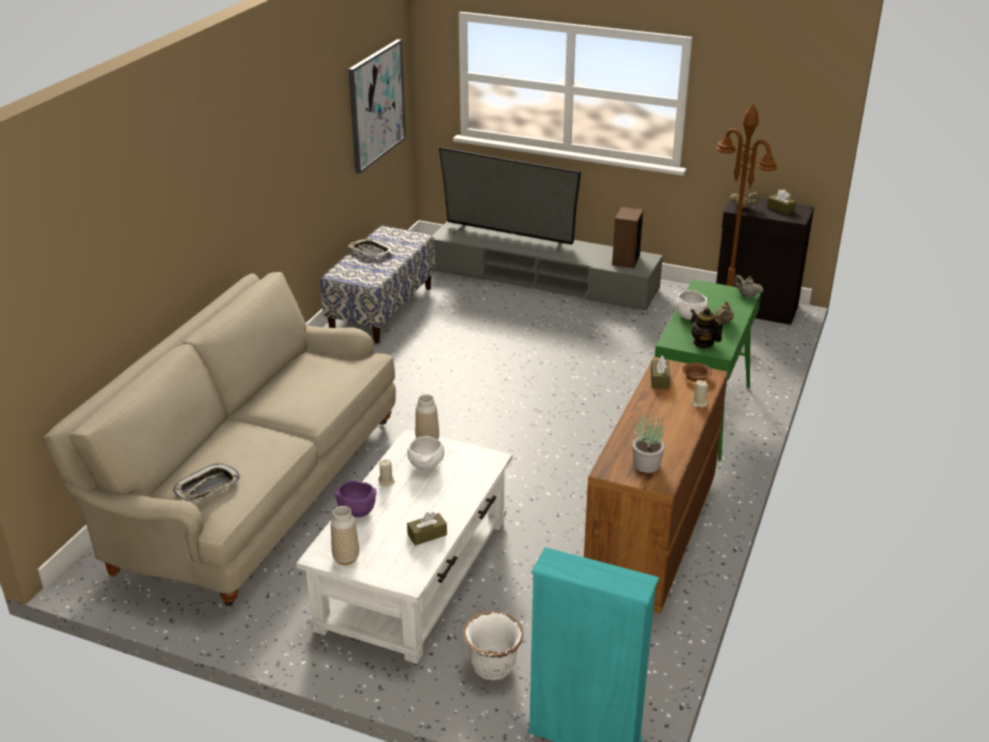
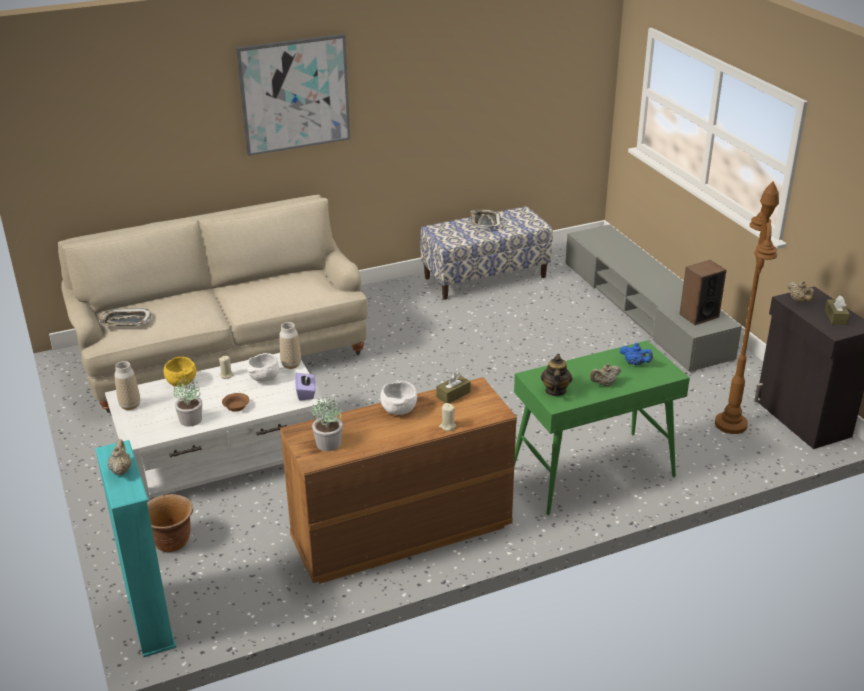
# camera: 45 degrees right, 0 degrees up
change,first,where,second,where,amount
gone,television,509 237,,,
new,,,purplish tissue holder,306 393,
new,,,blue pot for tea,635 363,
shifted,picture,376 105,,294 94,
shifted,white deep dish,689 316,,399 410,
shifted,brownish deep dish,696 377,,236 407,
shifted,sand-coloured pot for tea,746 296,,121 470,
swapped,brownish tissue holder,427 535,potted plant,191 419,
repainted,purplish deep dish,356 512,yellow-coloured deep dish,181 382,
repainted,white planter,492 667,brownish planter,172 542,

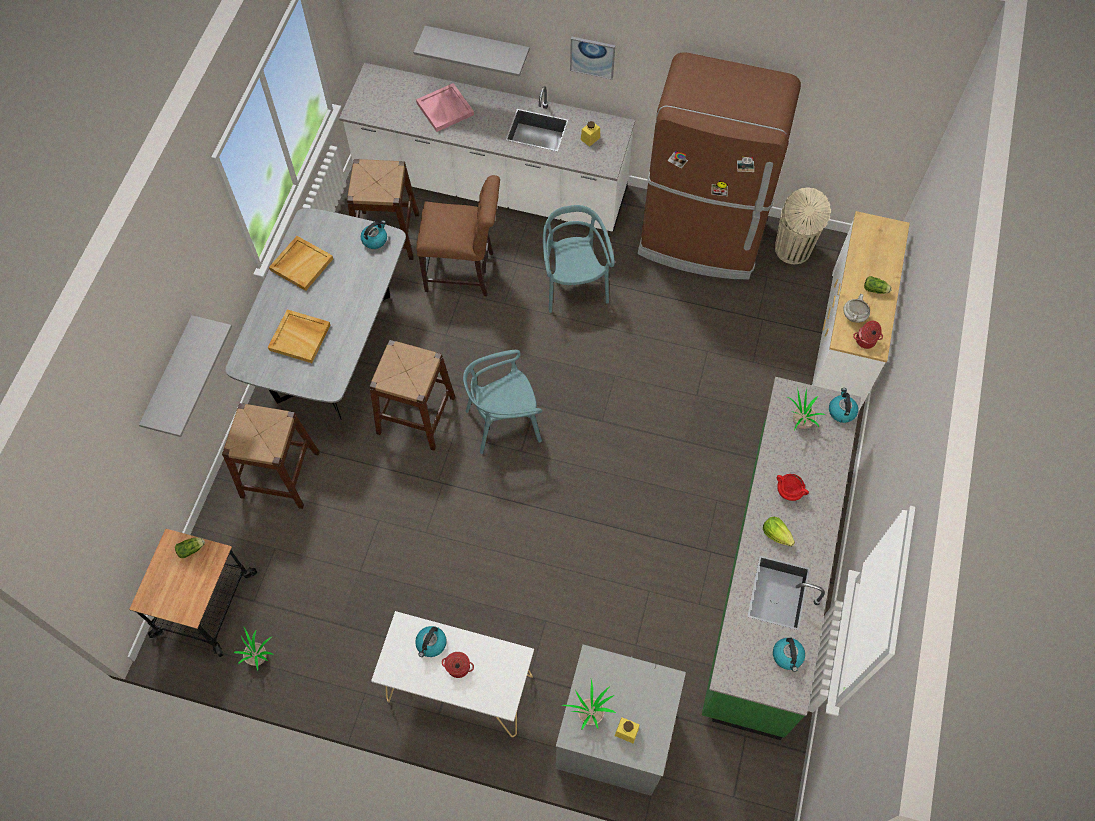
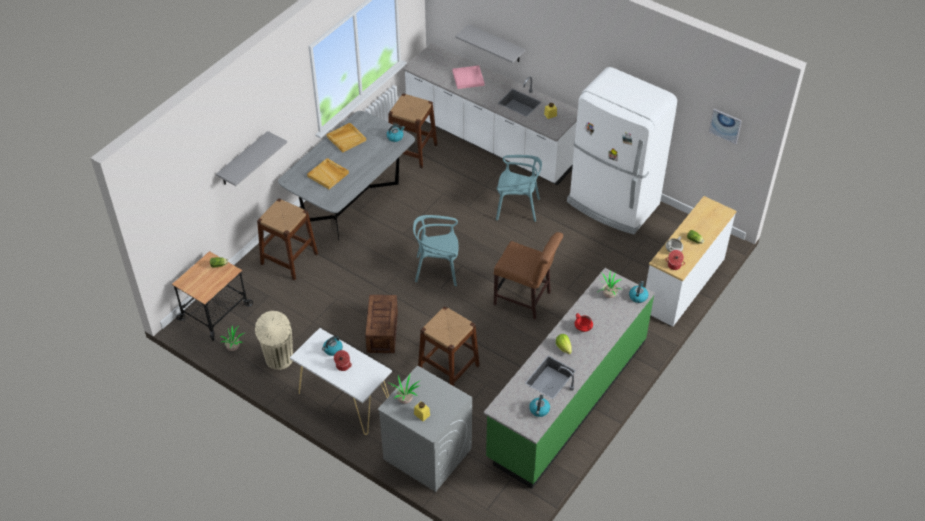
# camera: 20 degrees right, 15 degrees down
change,first,where,second,where,amount
new,,,crate,382 333,
shifted,brownish sitting stool,416 415,,448 369,
shifted,brownish plain chair,464 272,,525 299,
shifted,picture,592 57,,725 125,
shifted,sand-coloured trash can,793 250,,279 359,
repainted,brownish kitchen fridge,701 239,white kitchen fridge,613 204,
rotated,turquoise plain chair,573 284,,517 207,90 degrees clockwise

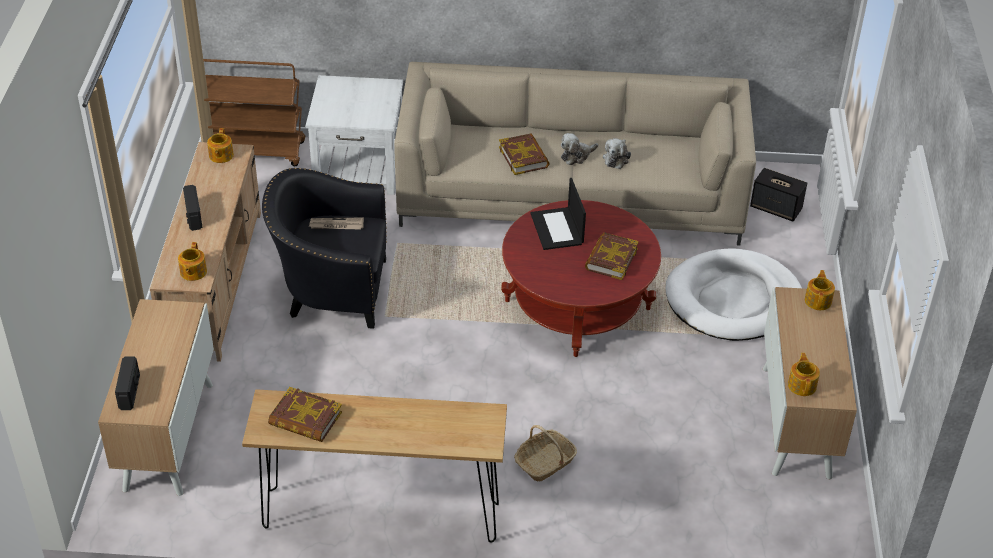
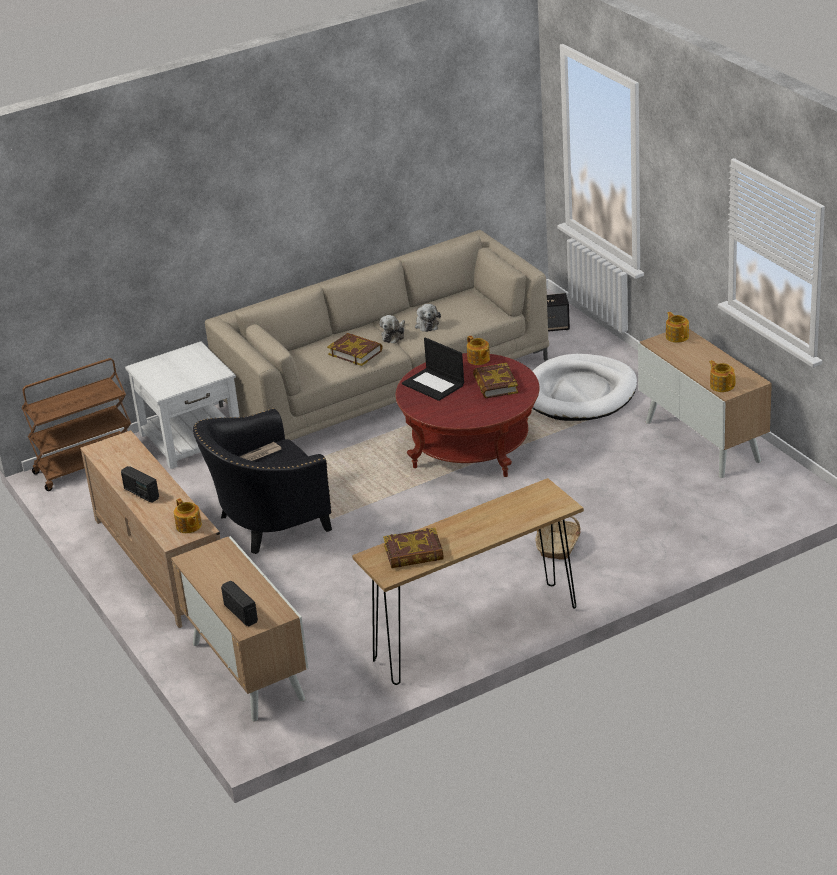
# camera: 30 degrees left, 10 degrees down
change,first,where,second,where,amount
shifted,pot for tea,220 156,,478 359,

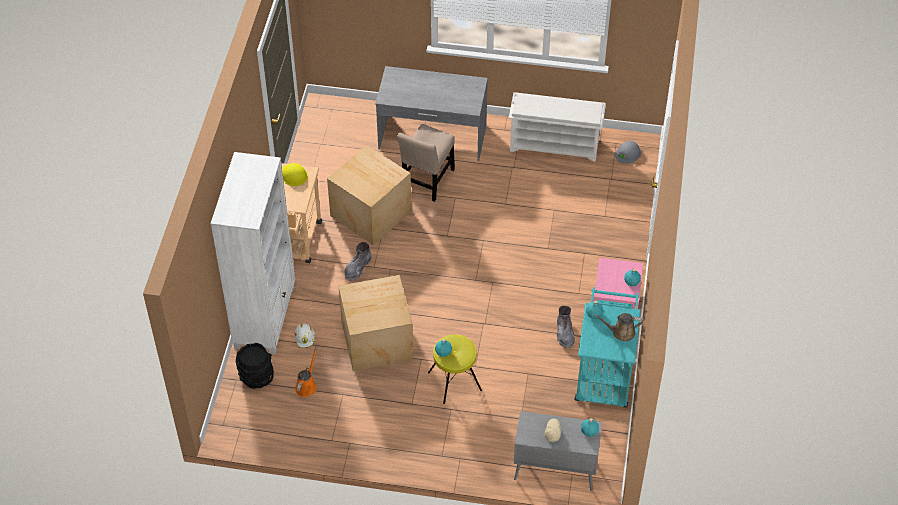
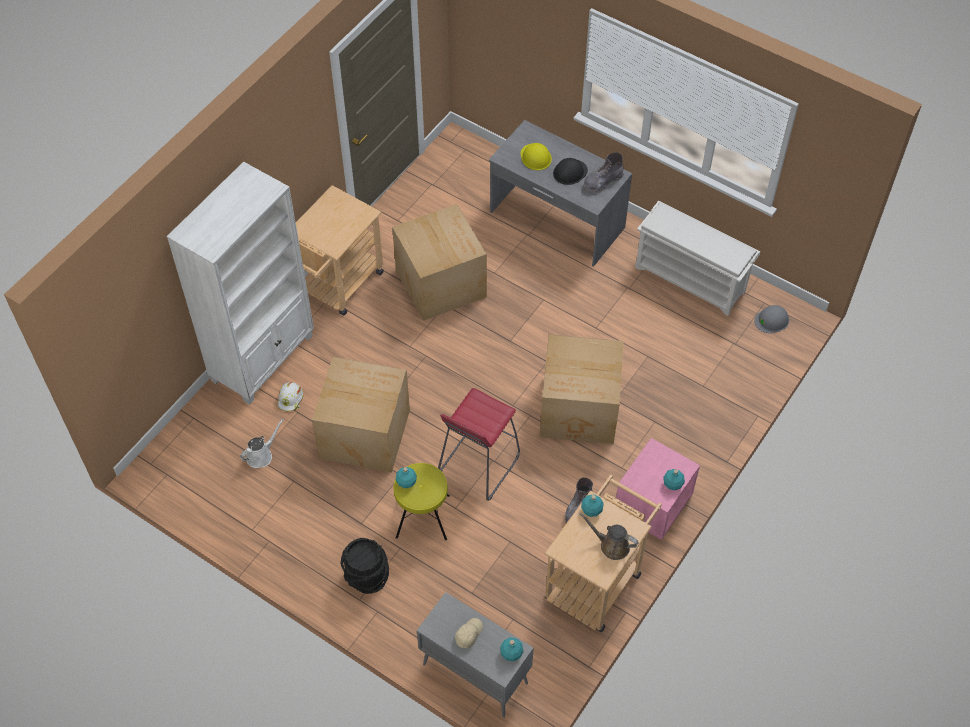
# camera: 25 degrees right, 5 degrees up
change,first,where,second,where,amount
gone,sand-coloured plain chair,427 181,,,
new,,,red sitting stool,478 464,
new,,,cardboard box,580 410,
new,,,black-coloured work helmet,570 172,
shifted,black-coloured bucket,256 377,,366 576,
shifted,yellow-coloured work helmet,293 175,,536 157,
shifted,grey high-top boot,357 268,,602 181,
repainted,orangey watering can,306 386,white watering can,261 455,
repainted,turquoise cart,604 374,sand-coloured cart,597 579,

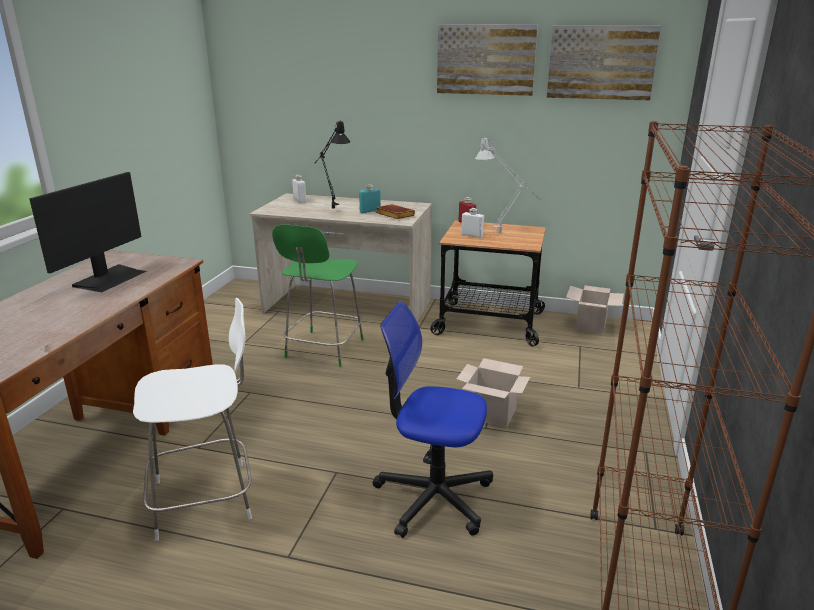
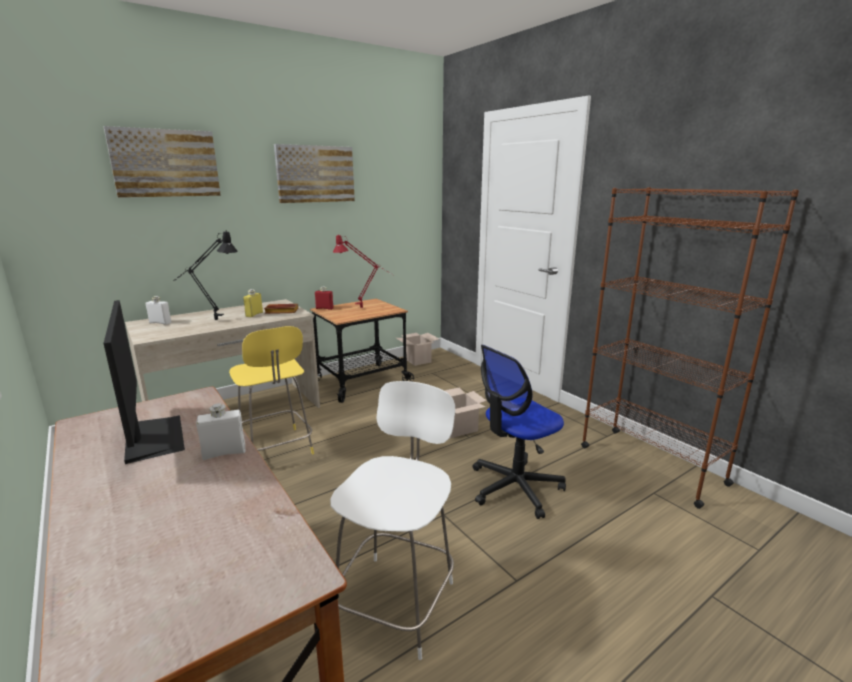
# camera: 50 degrees left, 5 degrees down
change,first,where,second,where,amount
shifted,white drink bottle,472 236,,224 453,
shifted,picture,601 62,,165 163,
repainted,greenish sitting stool,323 349,yellow-coloured sitting stool,276 450,
repainted,turquoise drink bottle,370 211,yellow-coloured drink bottle,254 314,
repainted,grey lamp for a table,504 235,red lamp for a table,365 308,

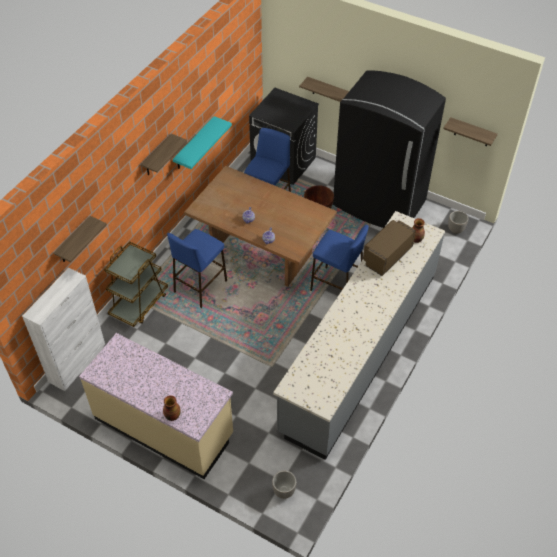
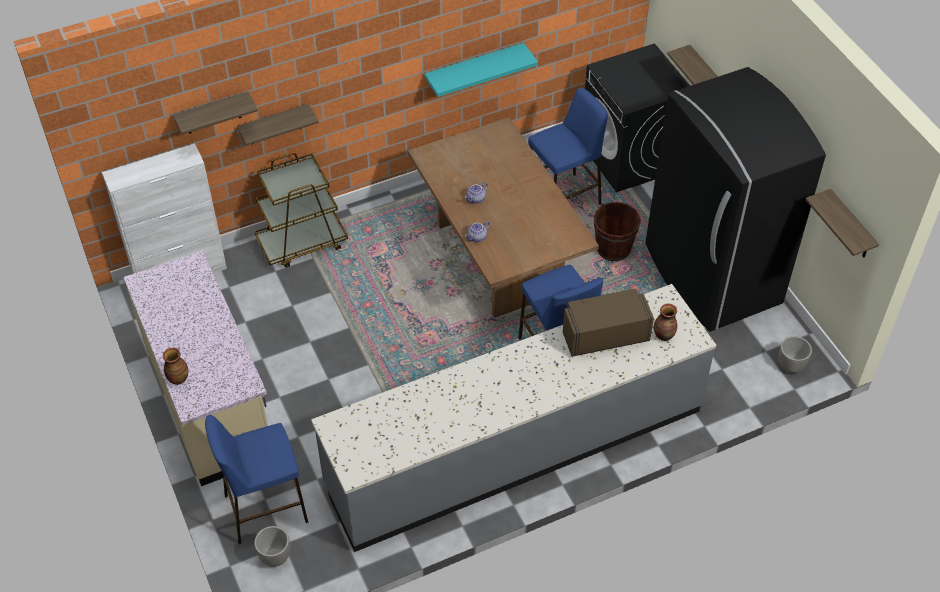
# camera: 35 degrees right, 0 degrees up
change,first,where,second,where,amount
shifted,wall shelf,157 156,,274 125,
shifted,blue sitting stool,200 287,,265 509,

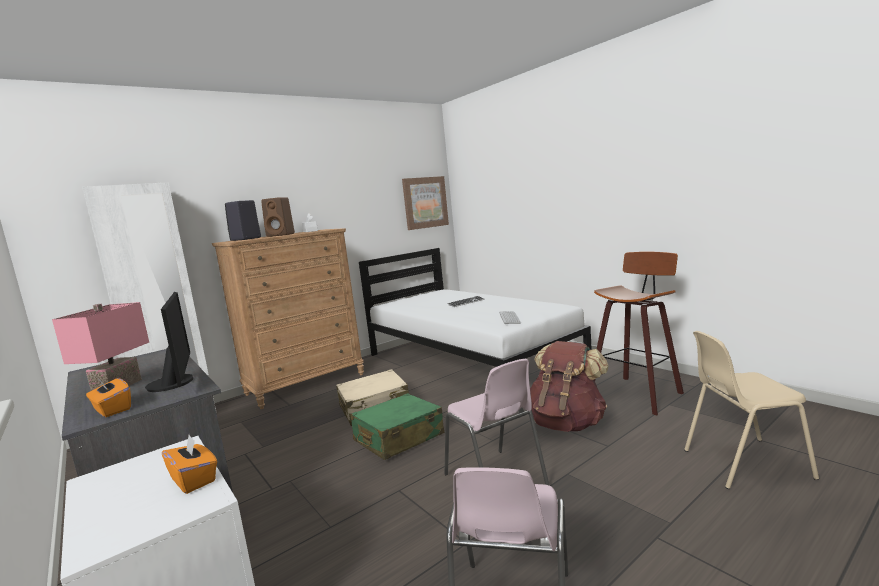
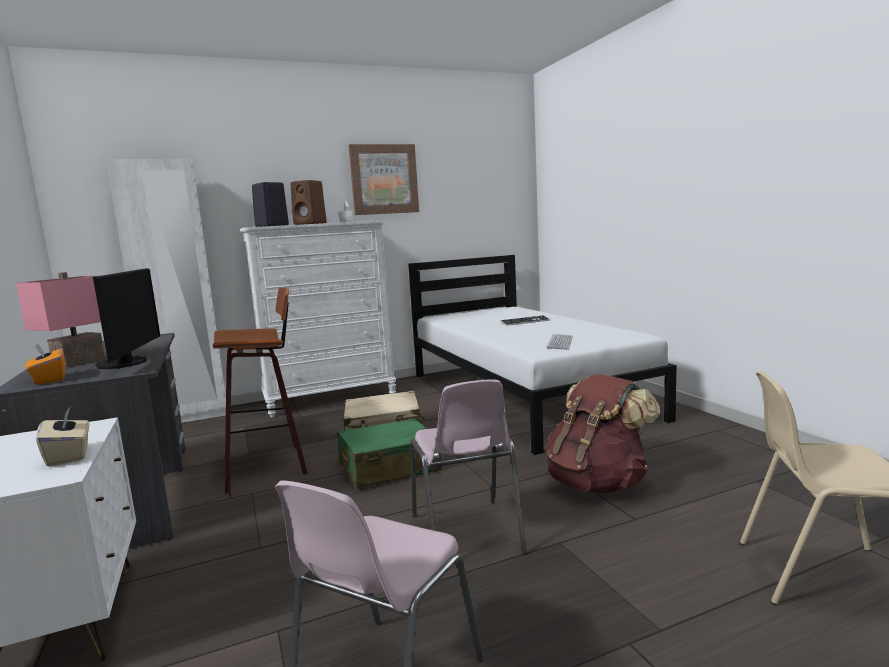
# camera: 15 degrees right, 0 degrees up
change,first,where,second,where,amount
shifted,picture,425 202,,384 179,
shifted,sitting stool,637 393,,268 465,
repainted,orangey tissue holder,194 479,sand-coloured tissue holder,69 455,
repainted,brownish chest of drawers,306 384,white chest of drawers,330 398,

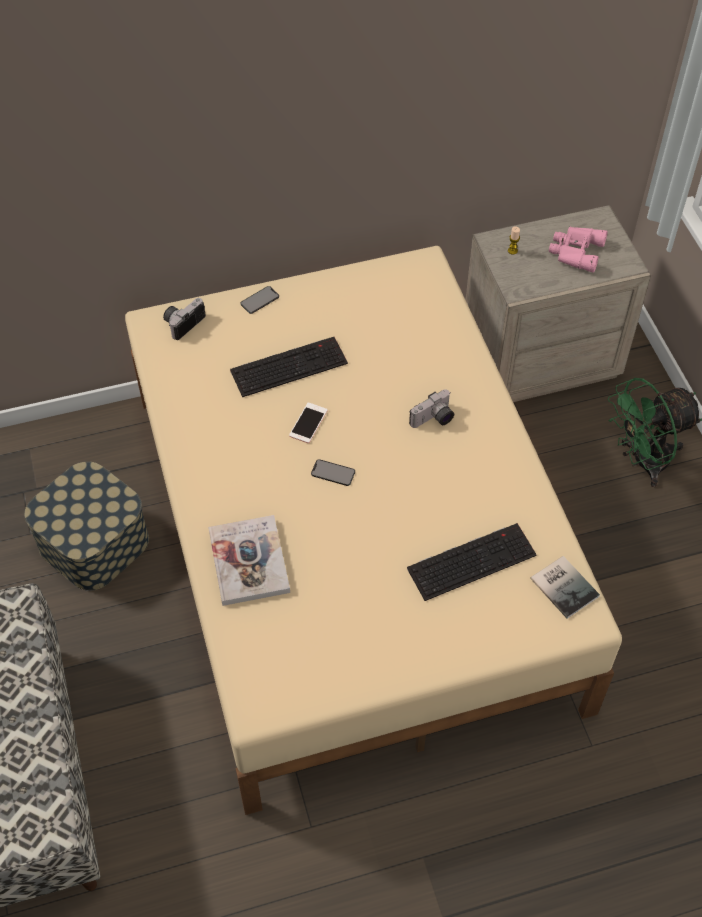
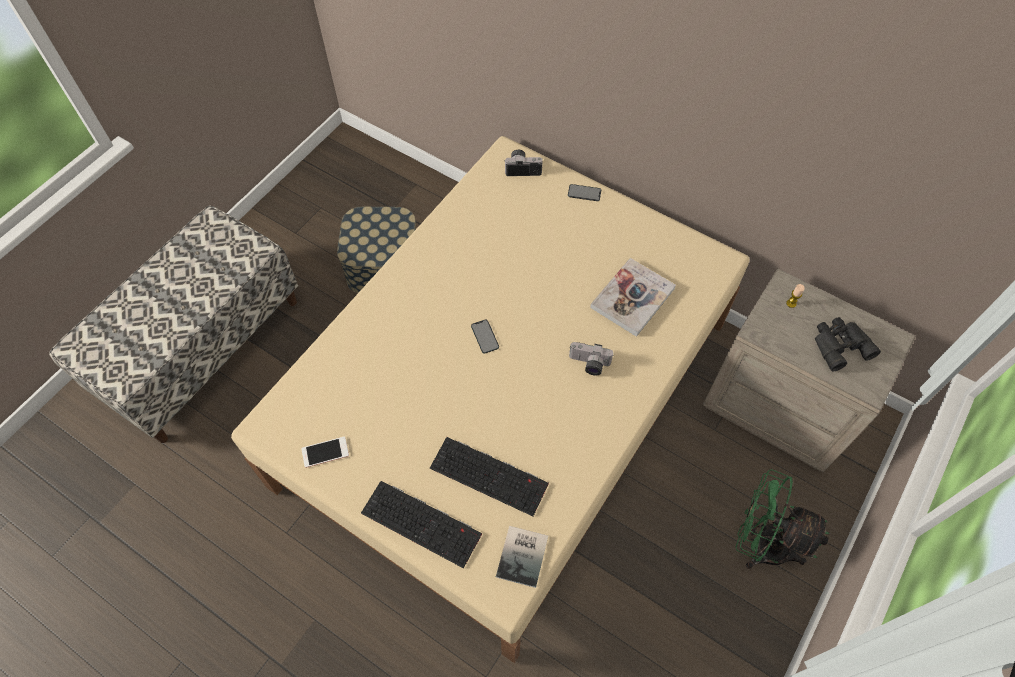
# camera: 50 degrees right, 5 degrees up
change,first,where,second,where,amount
shifted,volume,249 561,,632 298,
shifted,computer keyboard,289 365,,423 522,
shifted,phone,308 423,,325 452,
repainted,pink-coloured binoculars,575 251,black-coloured binoculars,839 344,

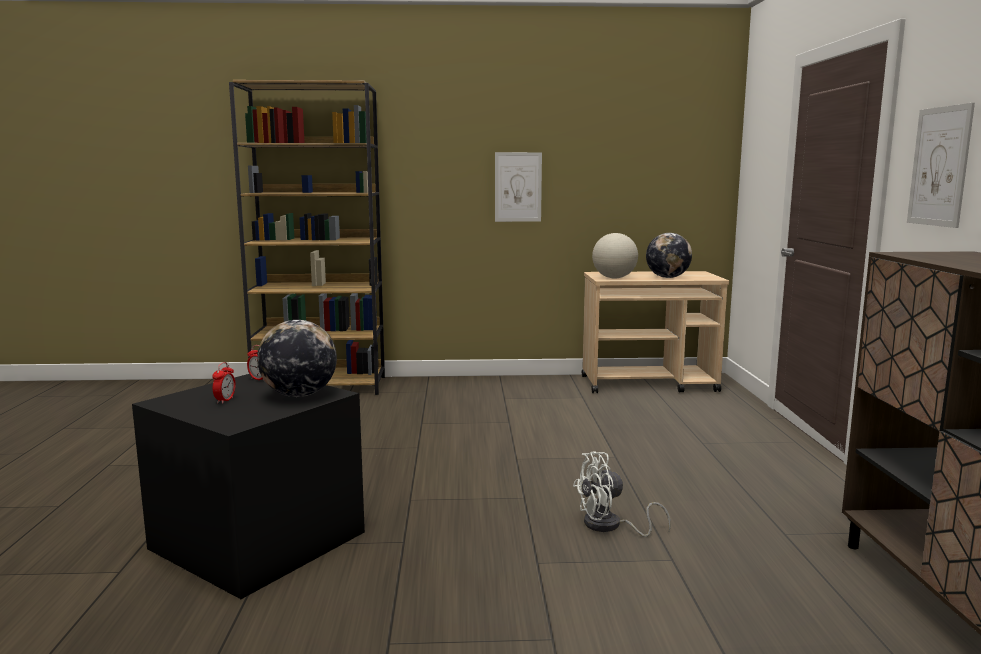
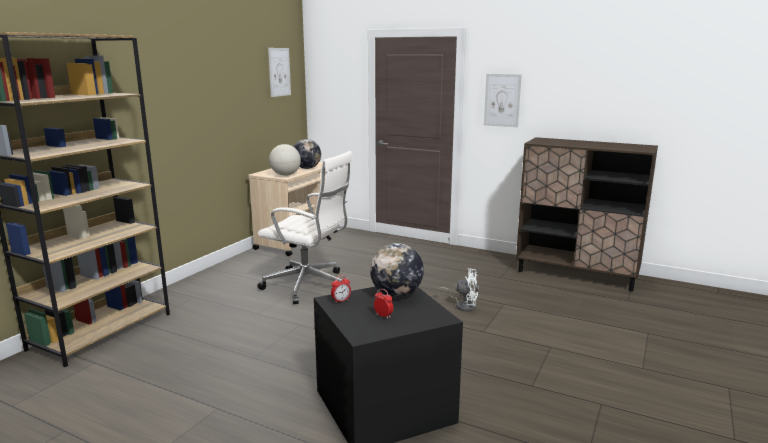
# camera: 60 degrees left, 5 degrees up
change,first,where,second,where,amount
new,,,white desk chair,308 286,
shifted,picture,518 187,,279 72,
rotated,white electric fan,610 526,,463 305,90 degrees counterclockwise

